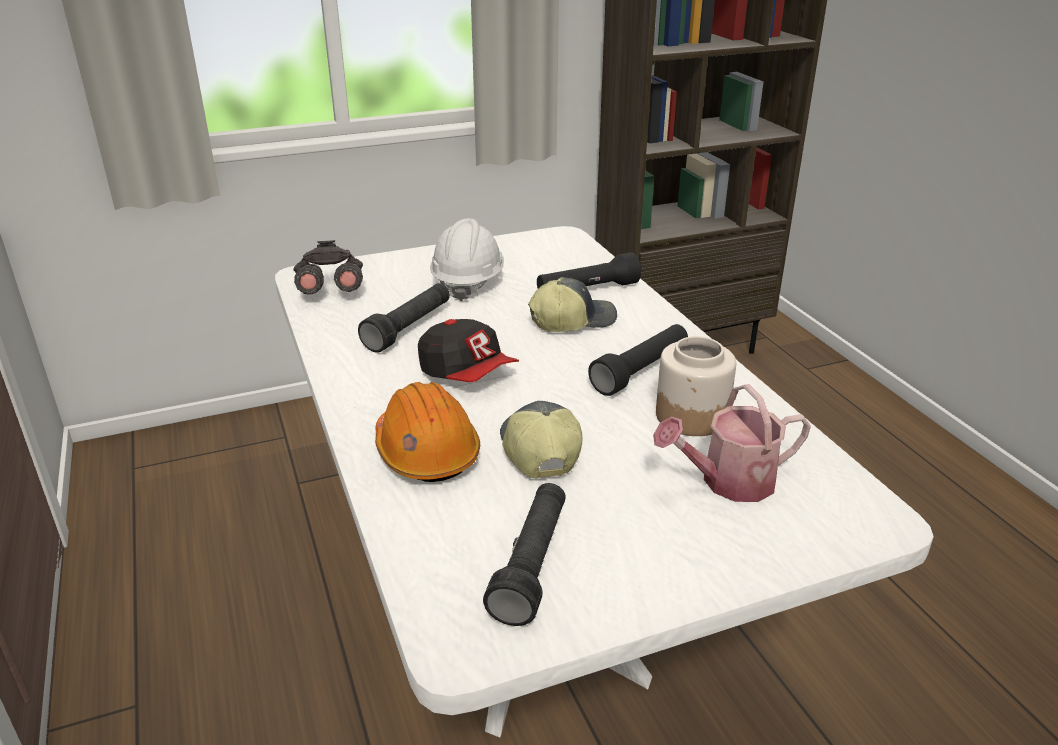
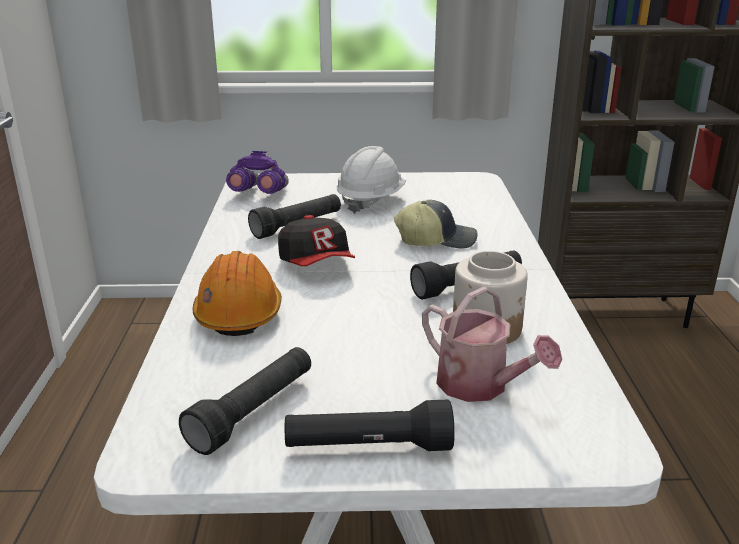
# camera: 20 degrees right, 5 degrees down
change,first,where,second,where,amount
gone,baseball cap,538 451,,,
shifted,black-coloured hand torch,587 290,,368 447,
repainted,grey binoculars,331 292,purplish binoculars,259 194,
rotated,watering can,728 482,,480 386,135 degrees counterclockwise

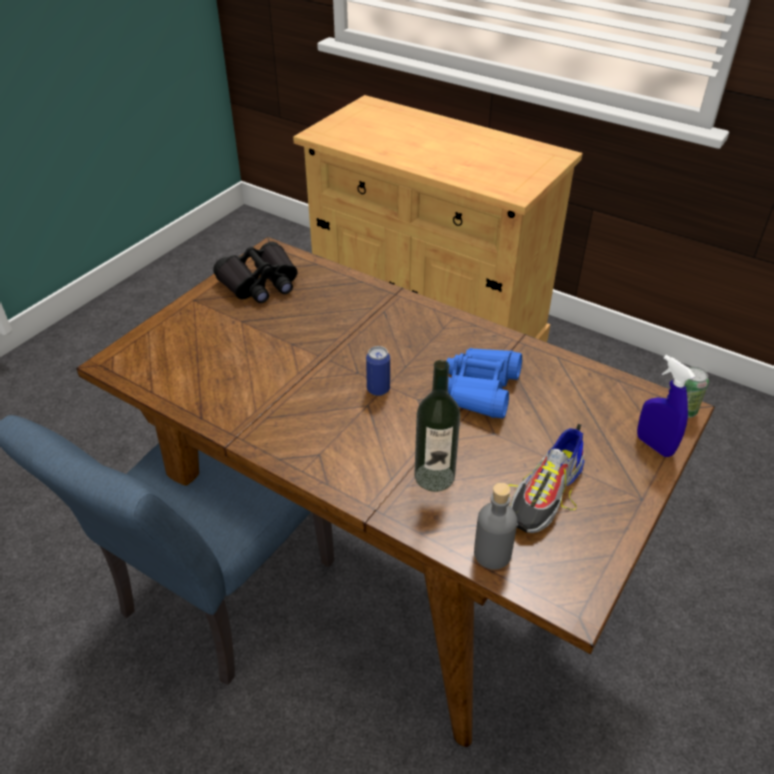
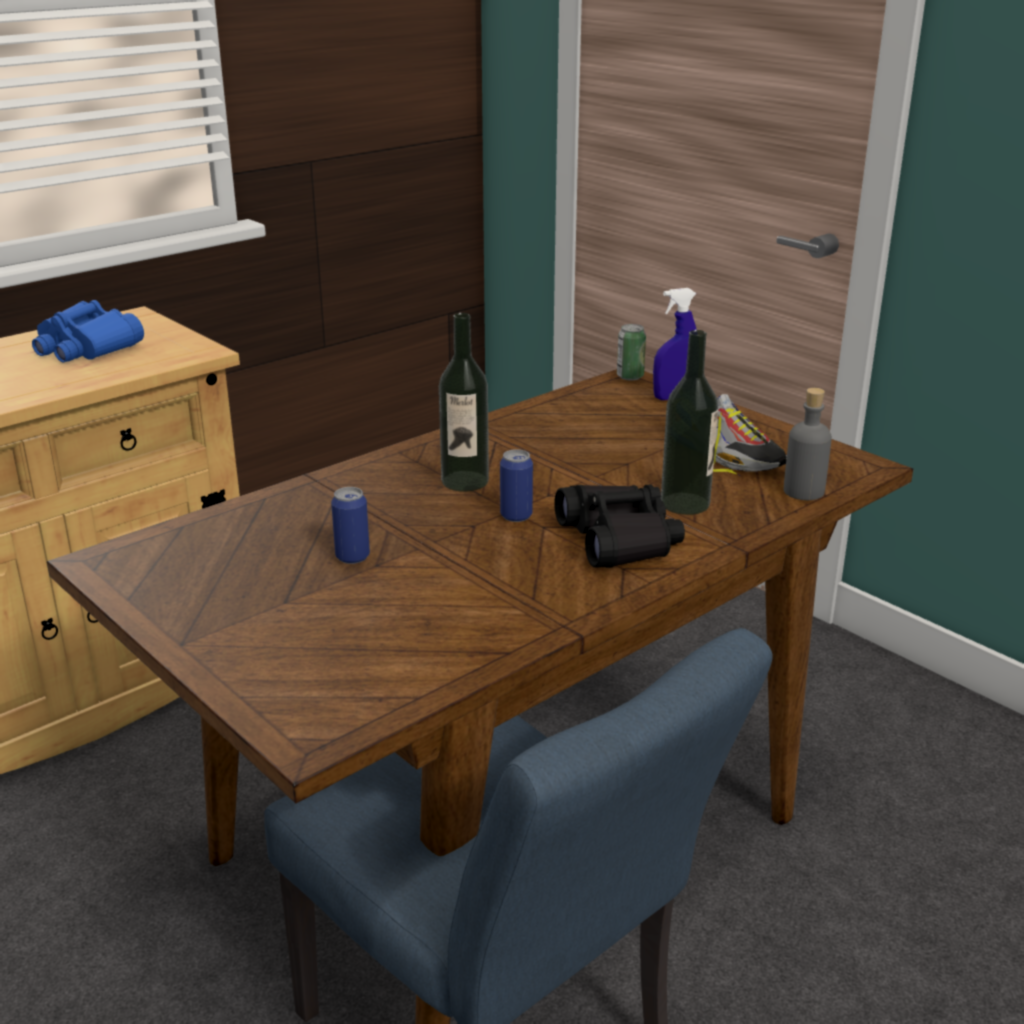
# camera: 75 degrees left, 15 degrees down
change,first,where,second,where,amount
new,,,can,352 557,
new,,,drink bottle,465 481,
shifted,black-coloured binoculars,260 283,,619 540,
shifted,blue binoculars,479 389,,86 348,

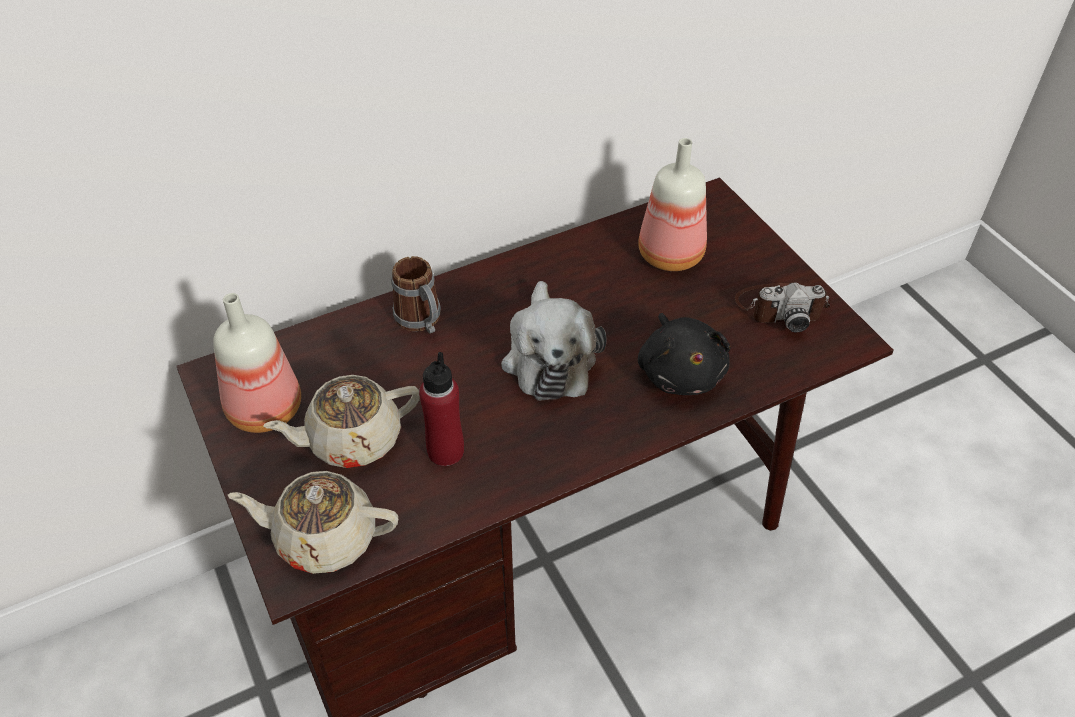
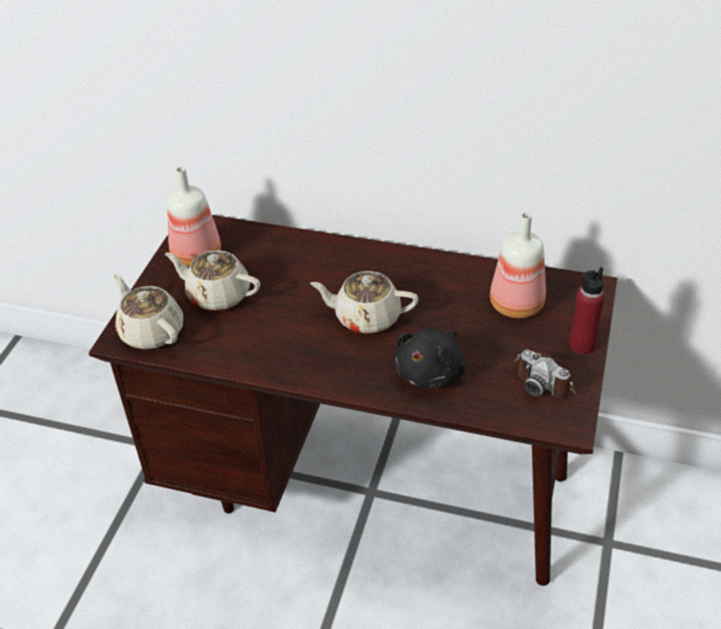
# camera: 45 degrees right, 5 degrees down
change,first,where,second,where,amount
gone,coffee mug,422 321,,,
shifted,red drink bottle,445 451,,581 344,
swapped,plush toy,549 357,sand-coloured pot for tea,366 317,

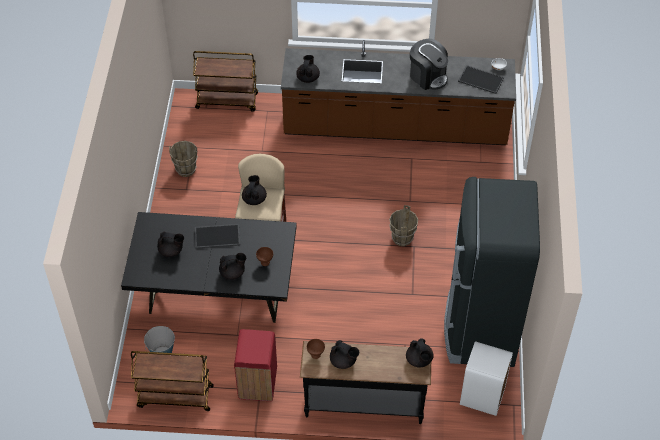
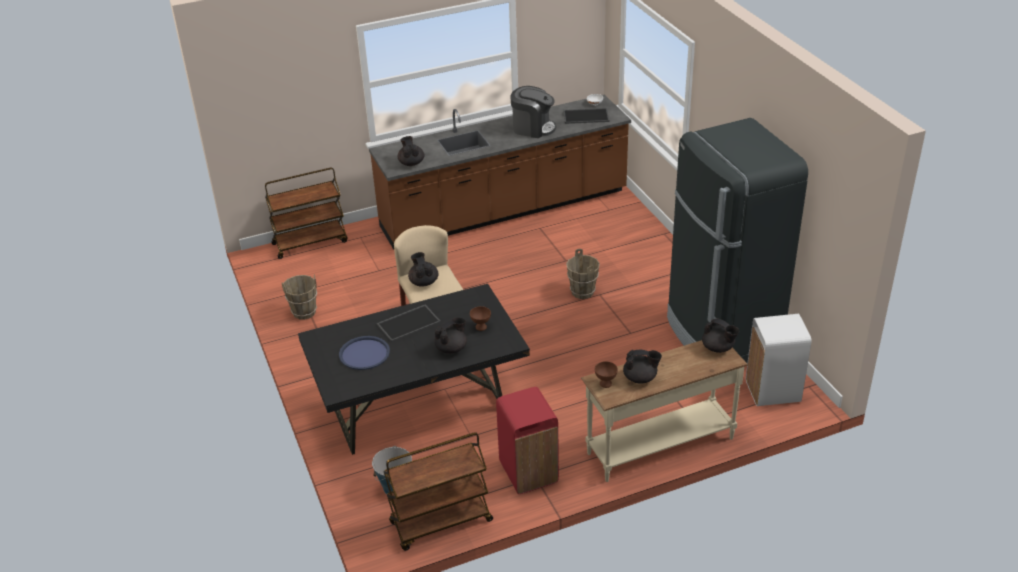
# camera: 25 degrees left, 15 degrees down
change,first,where,second,where,amount
swapped,black-coloured pot for tea,171 251,blue serving tray,364 353,
repainted,black-coloured hall table,364 404,sand-coloured hall table,659 445,

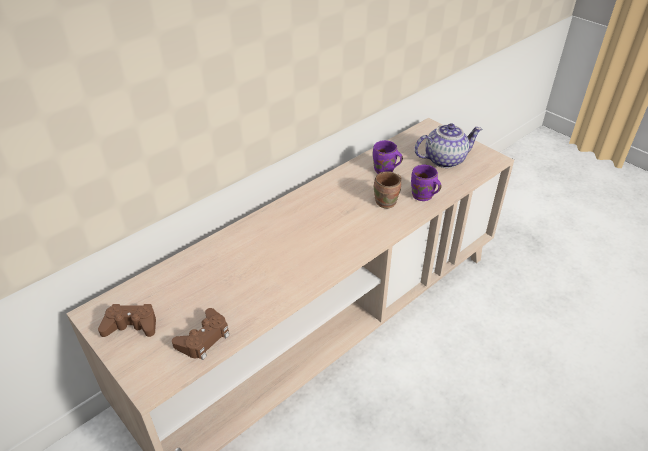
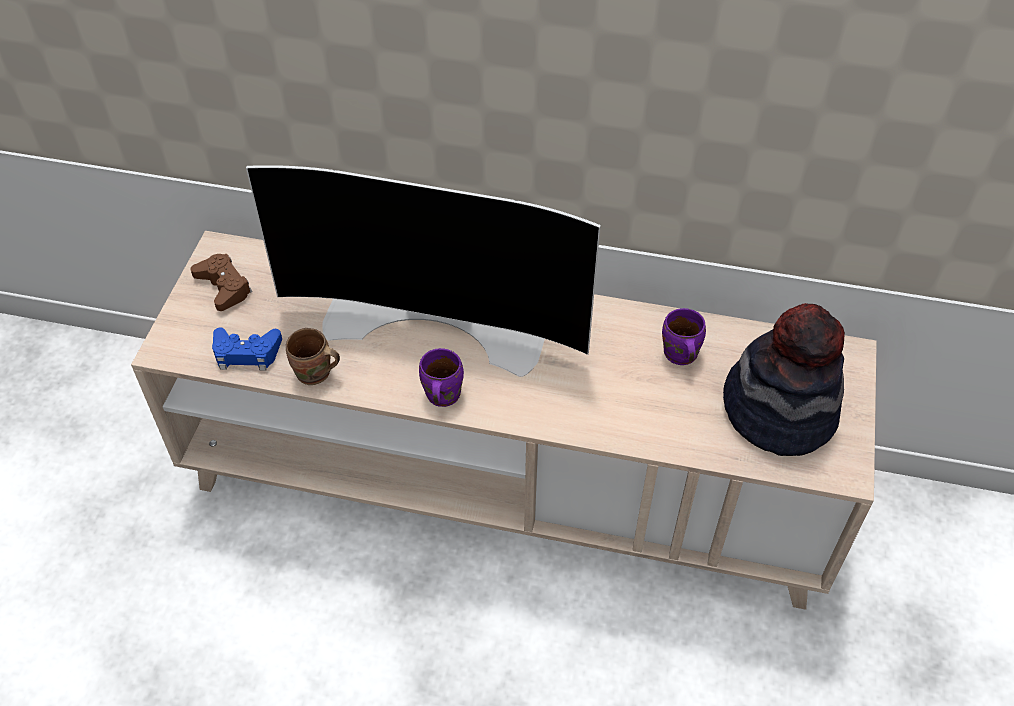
# camera: 55 degrees right, 10 degrees up
change,first,where,second,where,amount
new,,,television,438 320,
shifted,brownish coffee mug,387 202,,315 375,
shifted,purplish coffee mug,422 196,,440 396,
swapped,pot for tea,444 159,clothing hat,778 411,
repainted,brownish game controller,204 338,blue game controller,246 353,

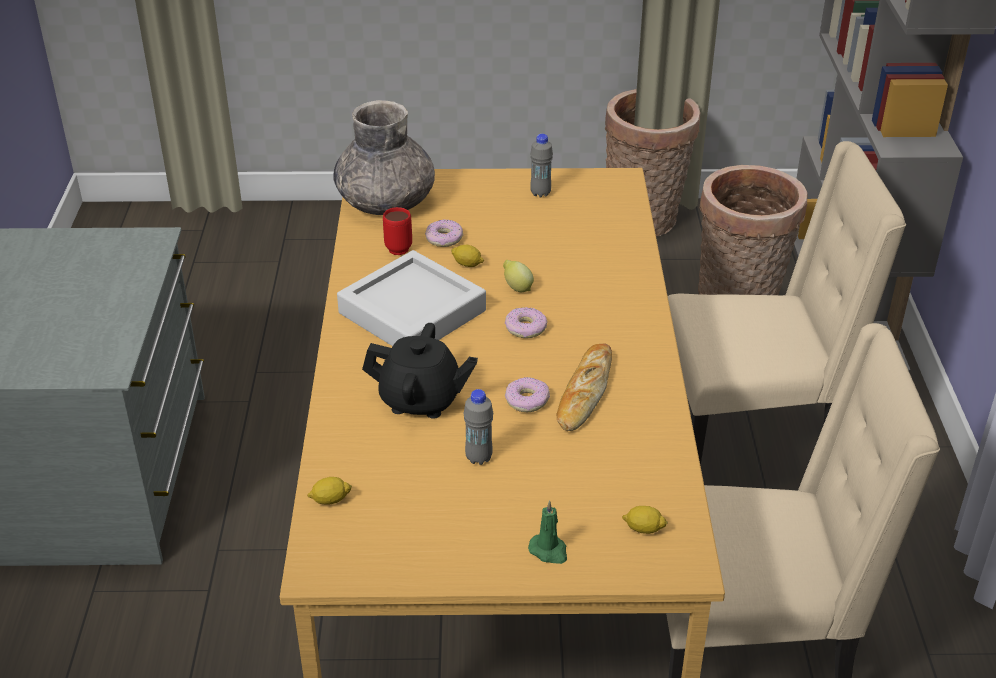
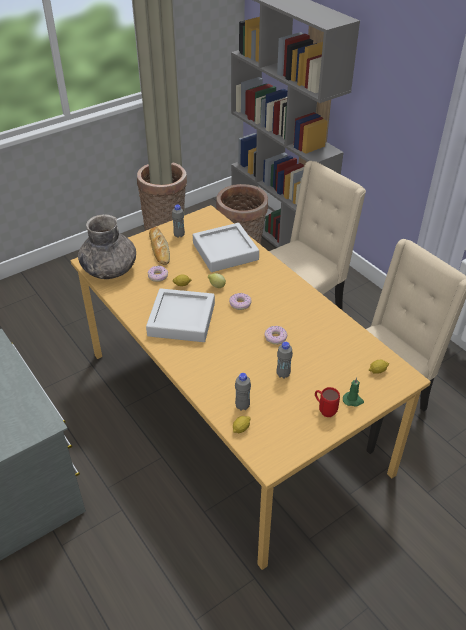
# camera: 35 degrees left, 5 degrees up
change,first,where,second,where,amount
gone,black-coloured pot for tea,421 400,,,
new,,,grey serving tray,225 251,
new,,,grey drink bottle,242 406,
shifted,red coffee mug,397 247,,324 410,
shifted,bread,584 392,,159 248,

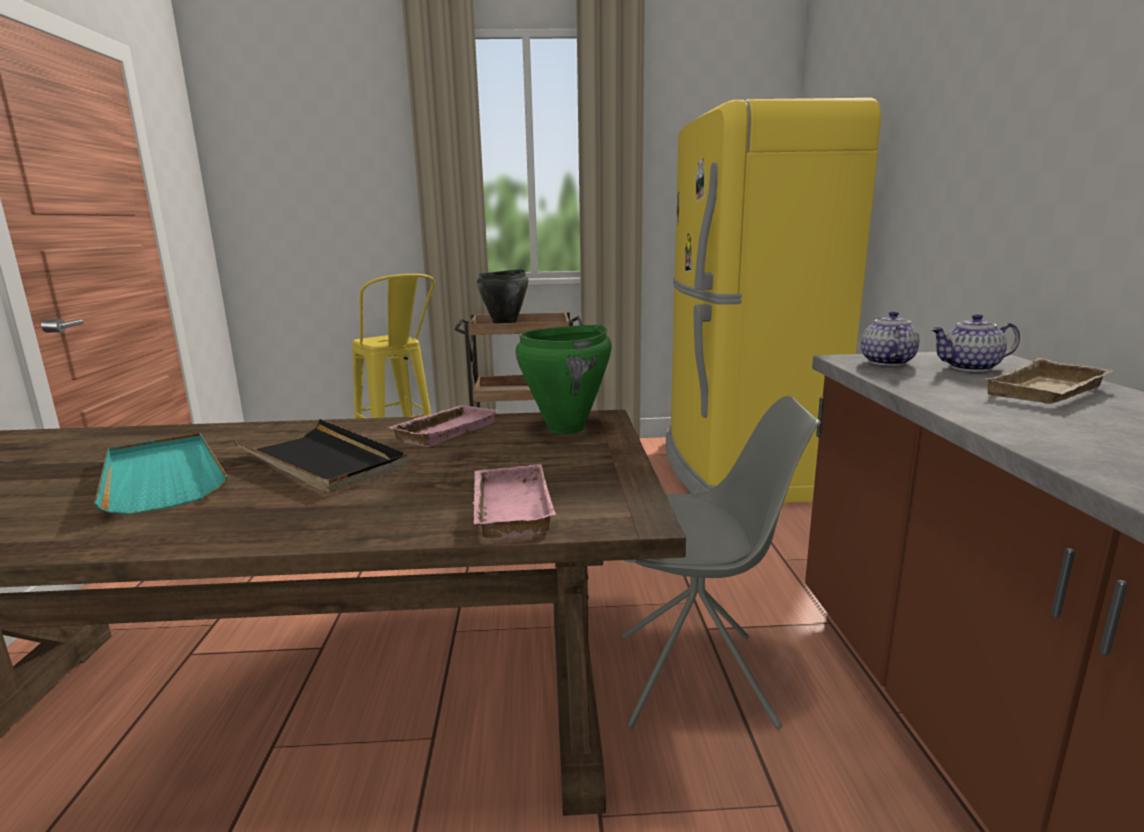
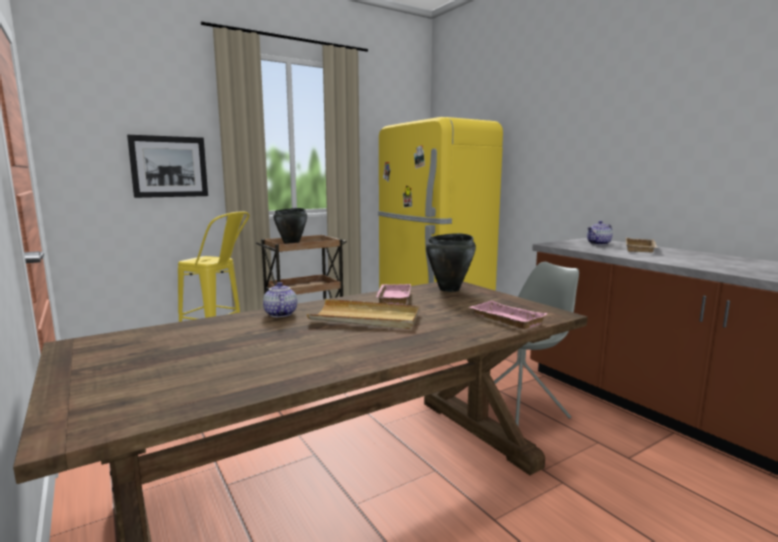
# camera: 30 degrees left, 5 degrees down
change,first,where,second,where,amount
gone,turquoise serving tray,162 477,,,
new,,,picture,169 166,
shifted,pot for tea,885 362,,279 314,
repainted,black-coloured serving tray,323 461,sand-coloured serving tray,366 318,
repainted,greenish saucepot,566 428,black-coloured saucepot,450 289,

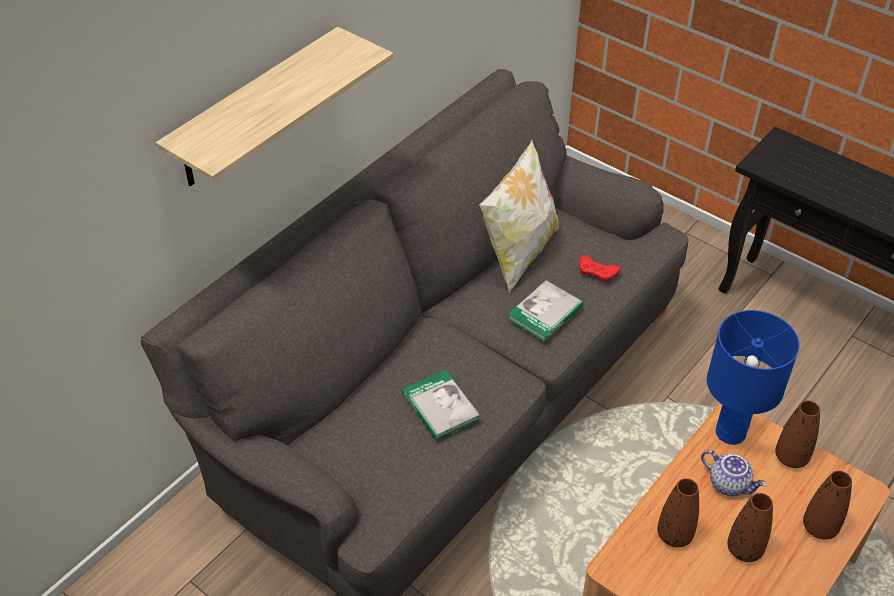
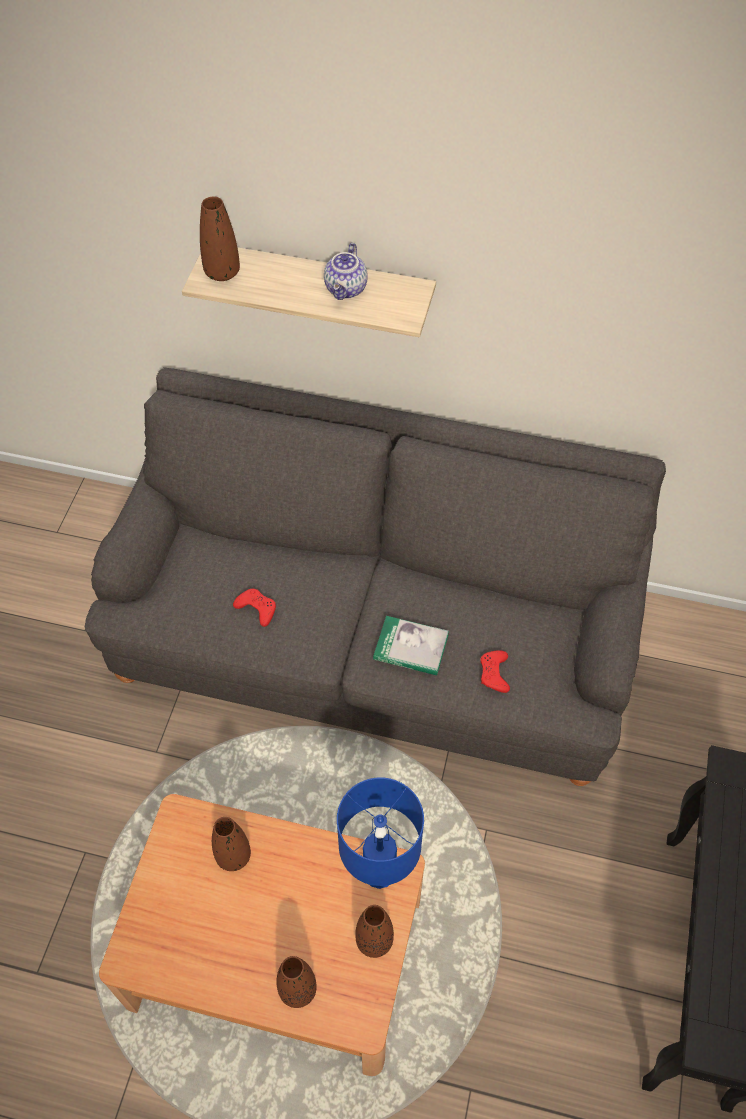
# camera: 65 degrees right, 10 degrees up
change,first,where,second,where,amount
gone,cushion,519 254,,,
shifted,pot for tea,729 483,,347 289,
shifted,brownish flower vase,744 549,,222 273,
swapped,volume,440 407,red game controller,256 608,

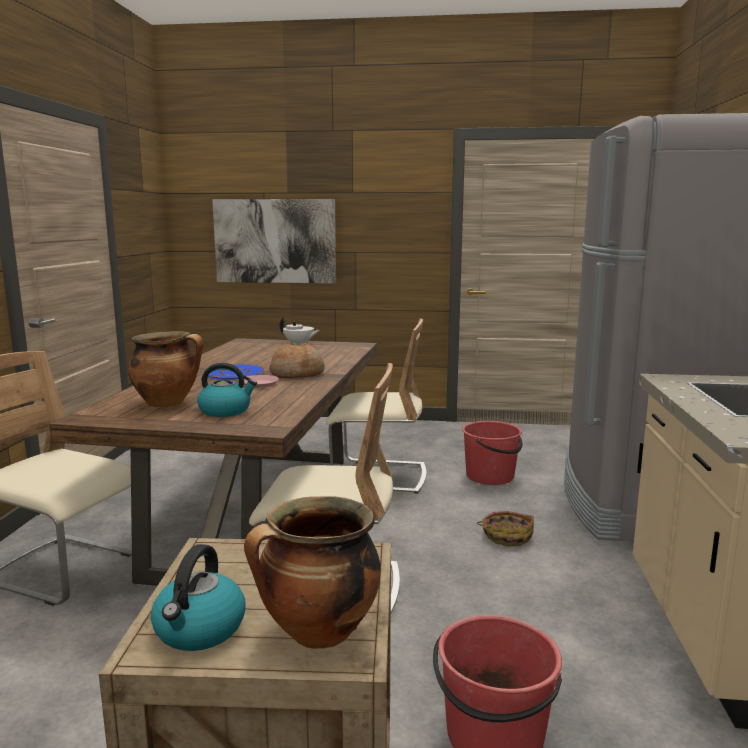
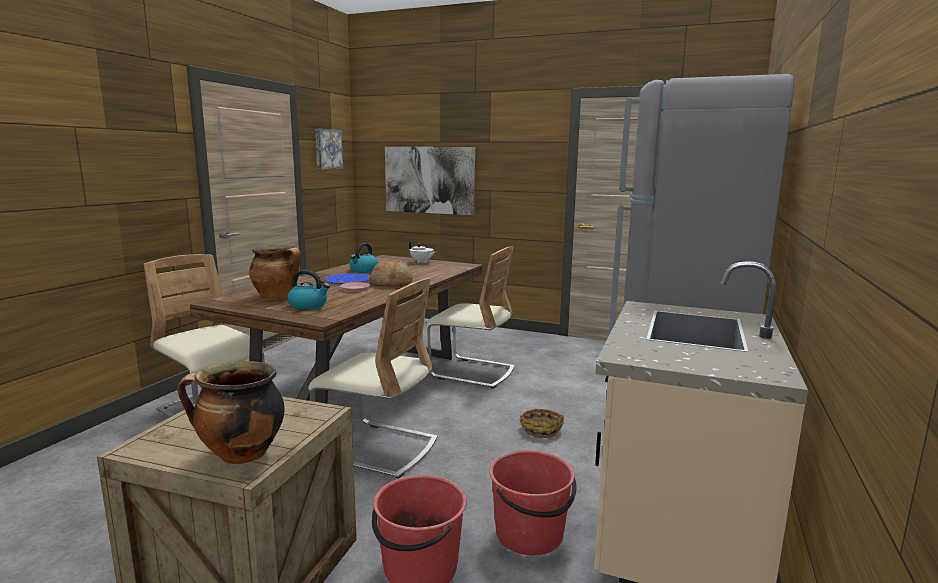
# camera: 15 degrees right, 0 degrees up
change,first,where,second,where,amount
new,,,picture,327 149,
shifted,kettle,199 630,,364 270,
shifted,red bucket,491 476,,530 534,

